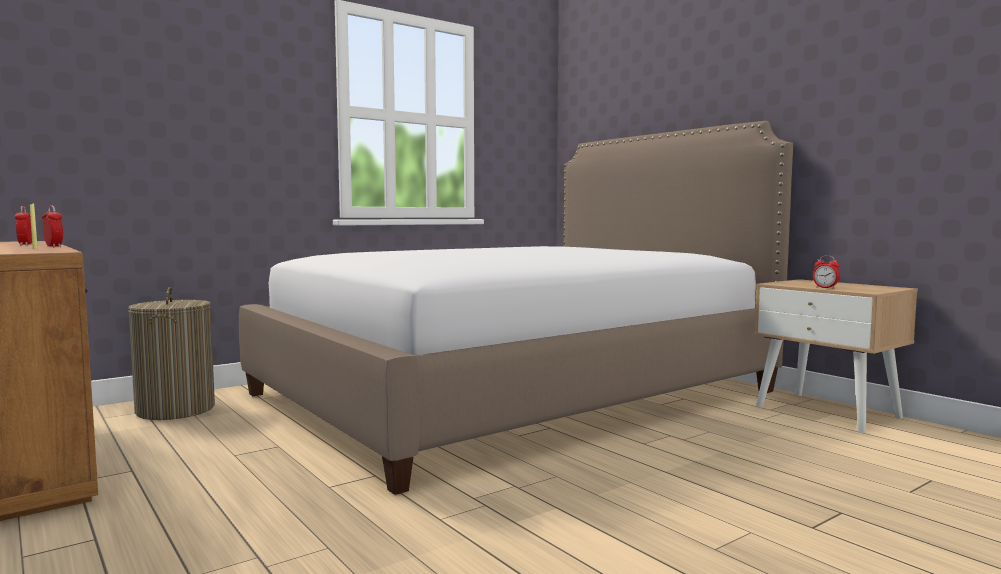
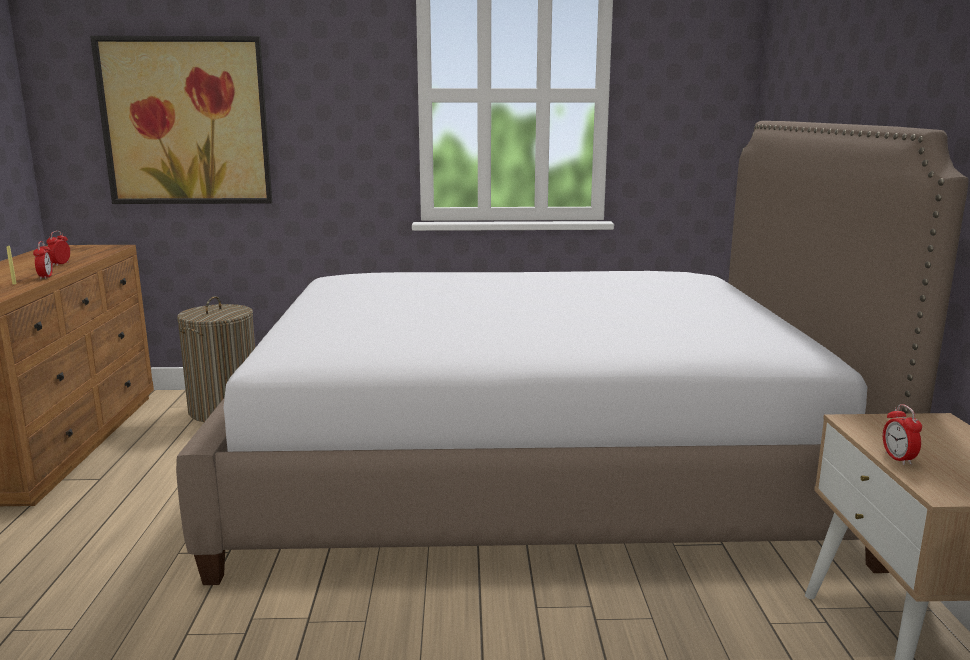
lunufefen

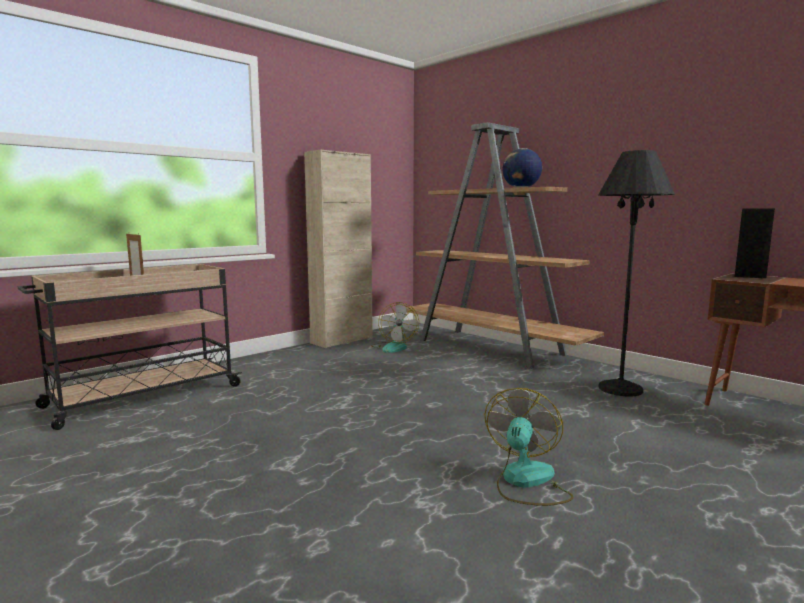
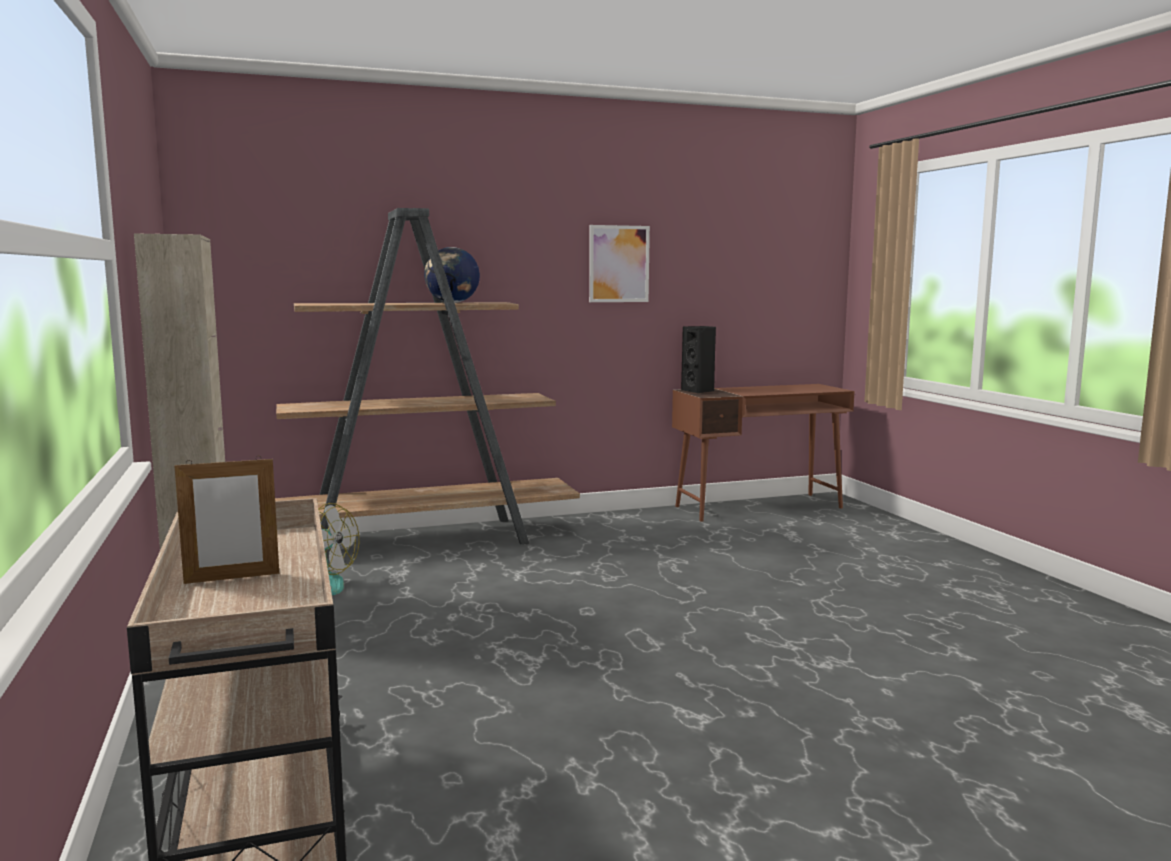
lunufefen; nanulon (2nd from left in the first image); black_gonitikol

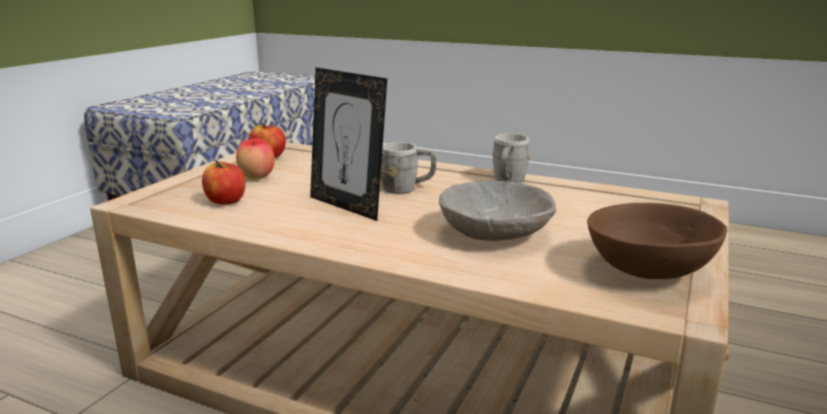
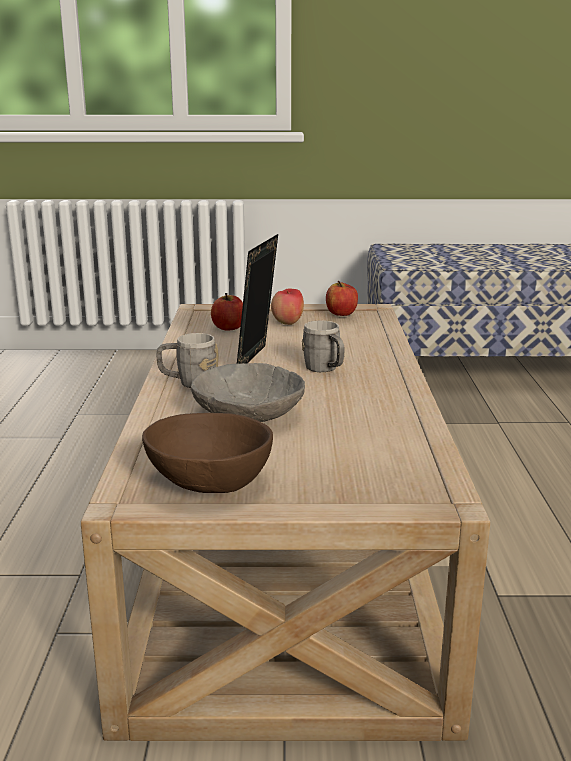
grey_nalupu (1st from left)

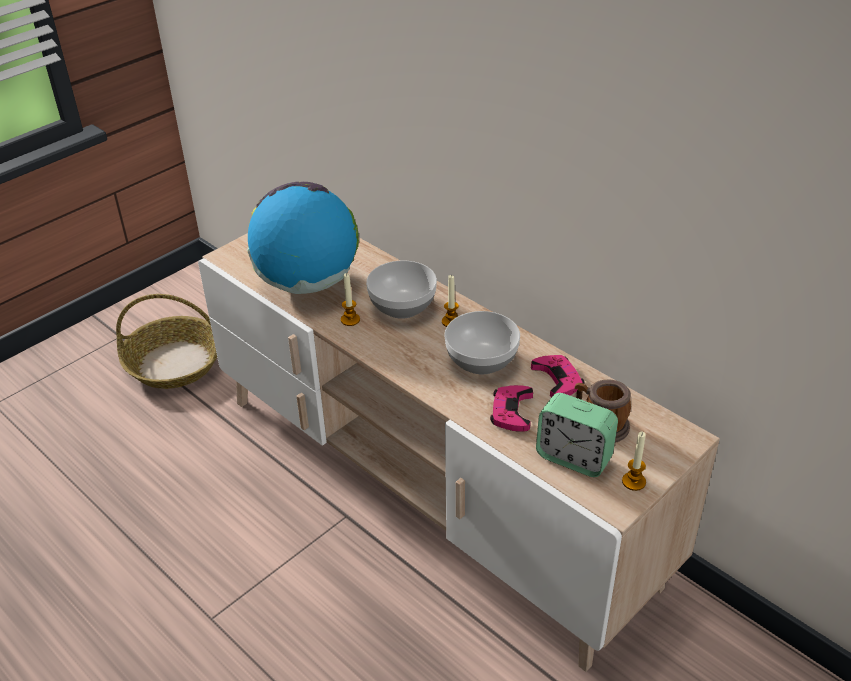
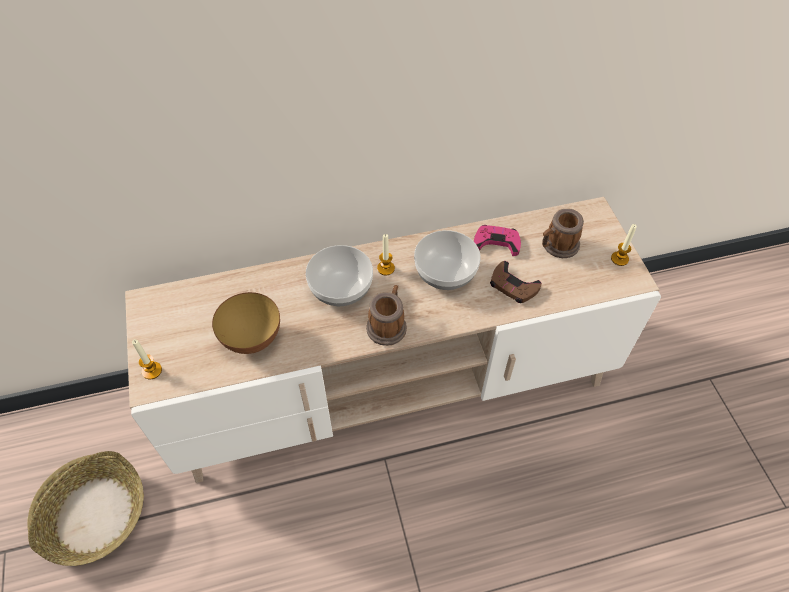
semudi (1st from left); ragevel (1st from left); nalupu (1st from left); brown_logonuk; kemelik

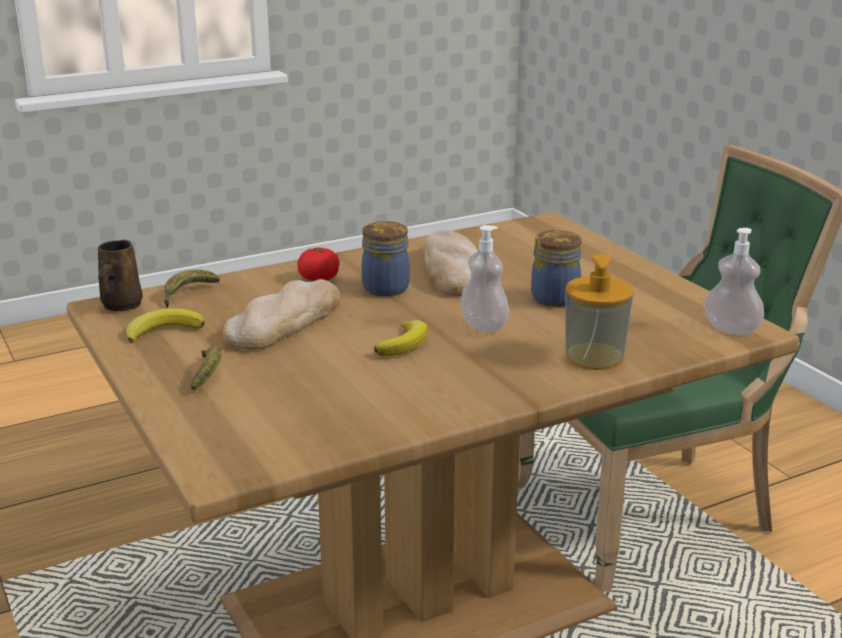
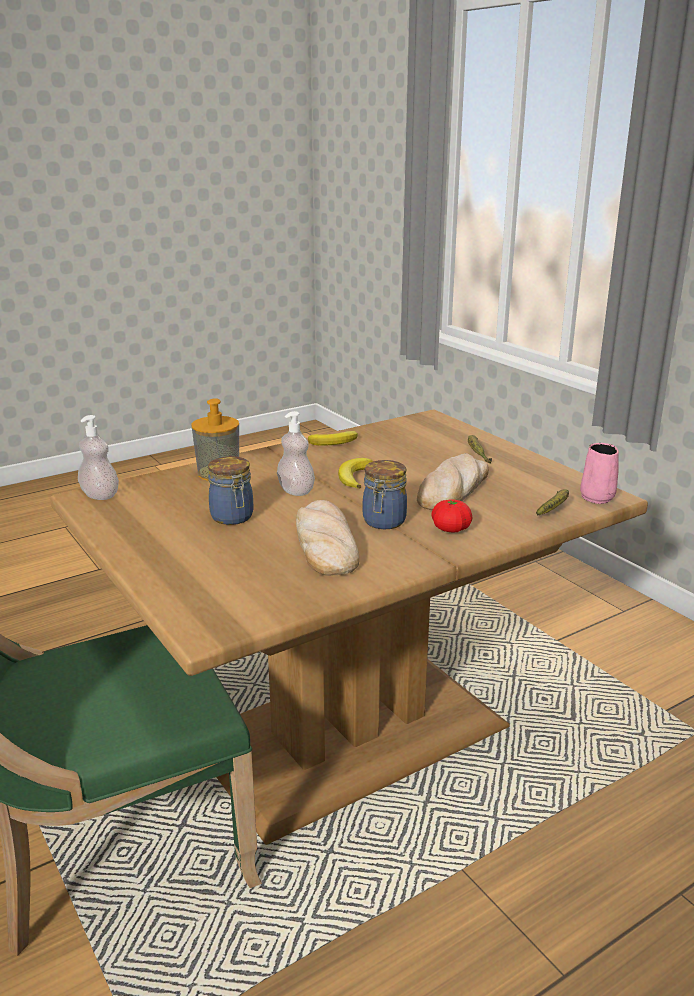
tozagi (1st from left); pink_nalupu

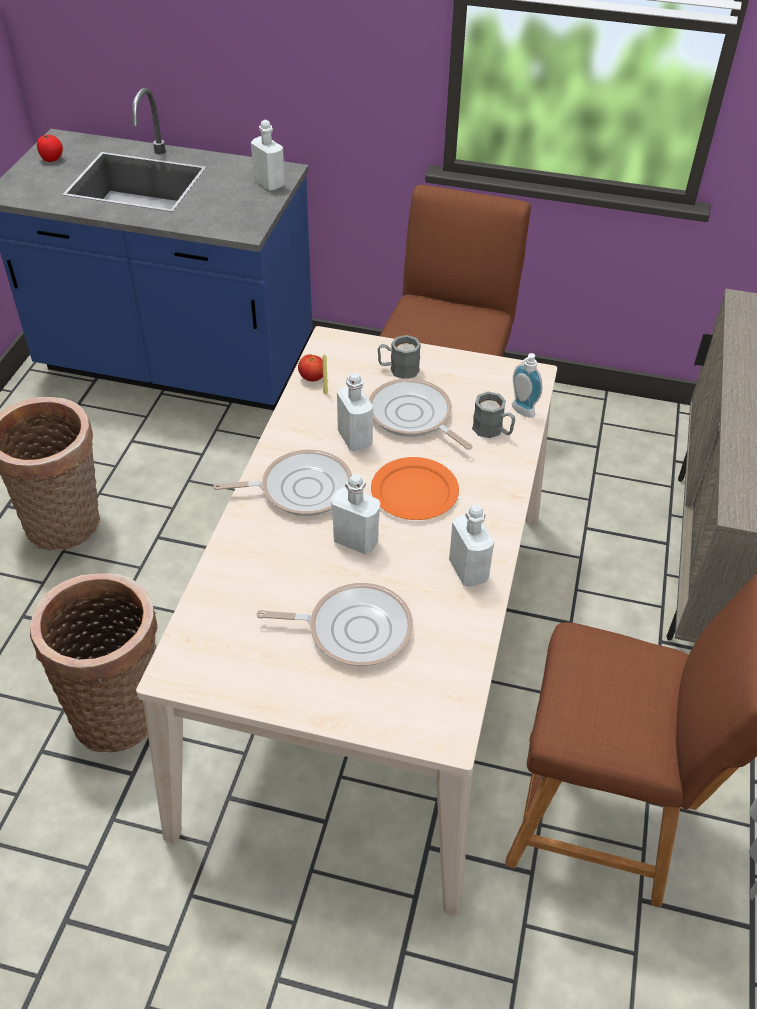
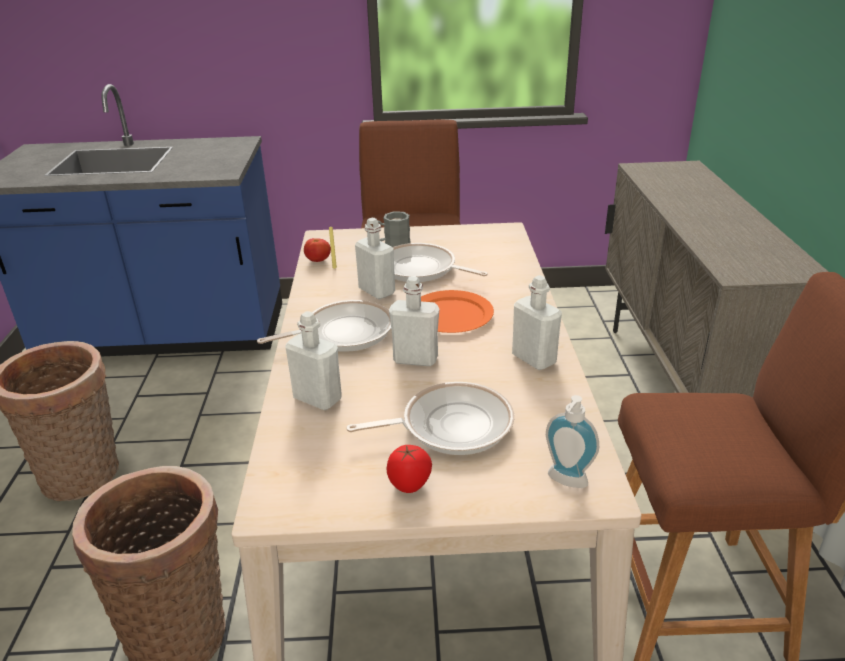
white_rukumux (1st from left); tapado (2nd from left); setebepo; grey_nalupu (2nd from left in the first image)

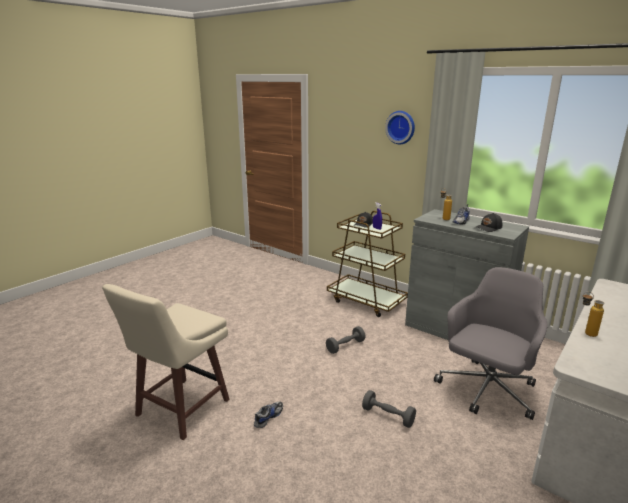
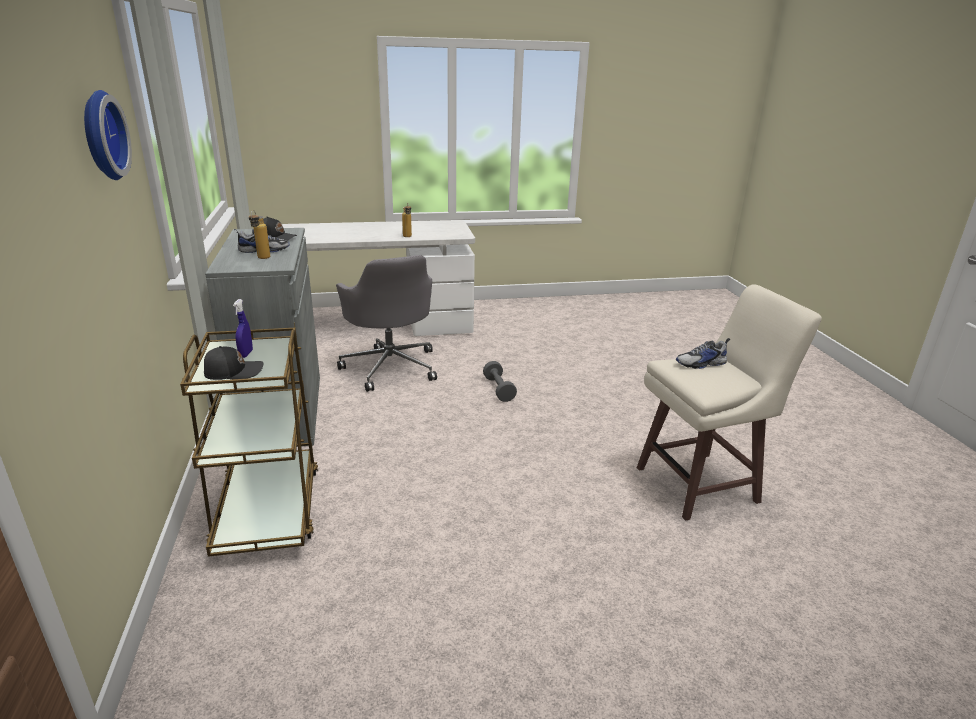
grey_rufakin; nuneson (2nd from left); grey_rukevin (1st from left in the first image)

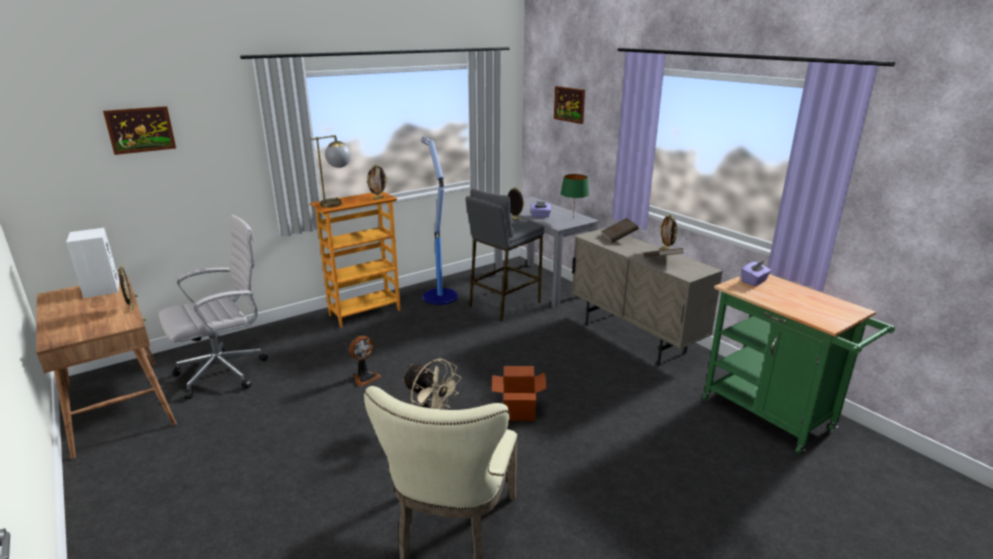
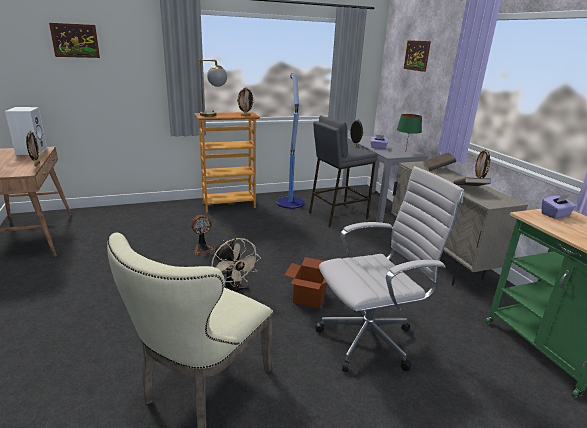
white_rufakin

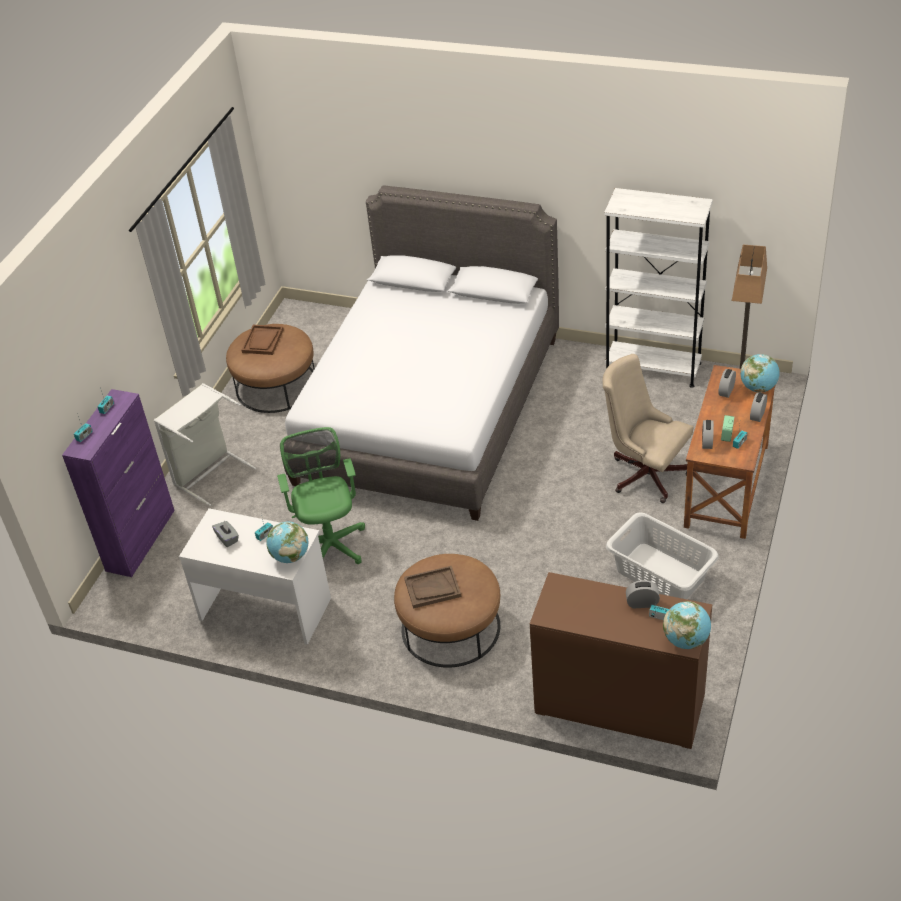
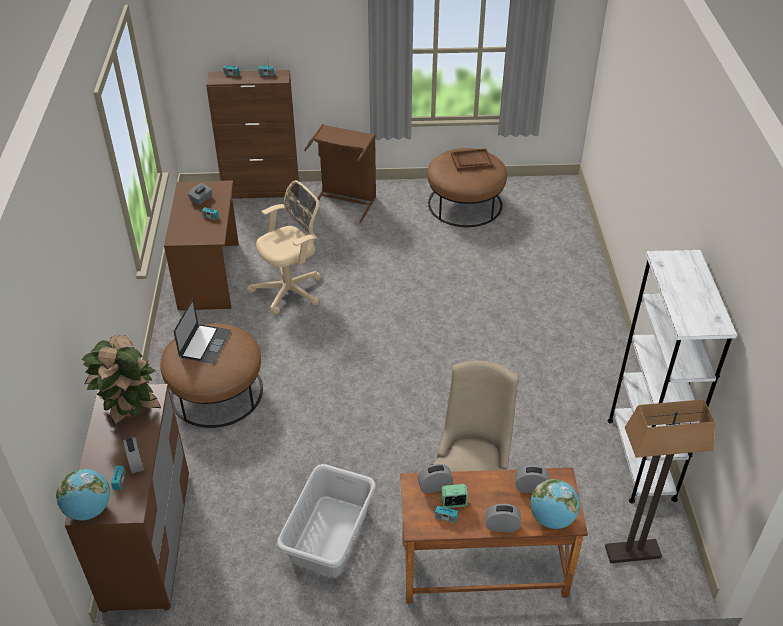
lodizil; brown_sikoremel (1st from left); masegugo; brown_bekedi; beige_rufakin (1st from left); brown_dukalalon; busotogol (1st from left in the first image); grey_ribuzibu

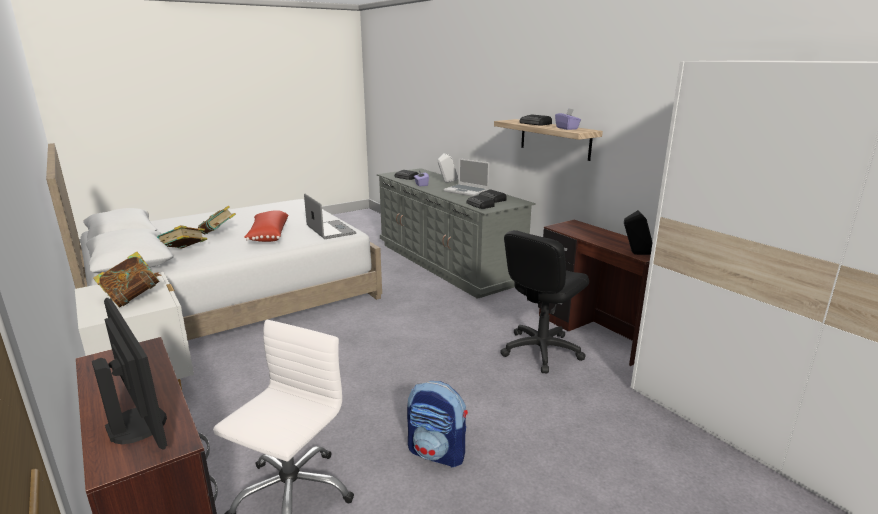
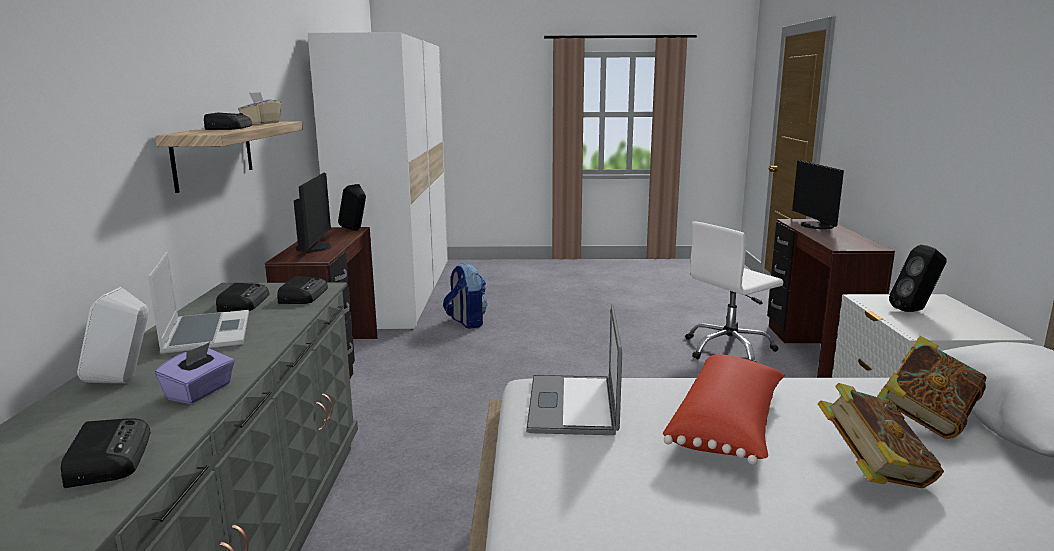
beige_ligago; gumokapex (1st from left); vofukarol; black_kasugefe (2nd from left); black_rufakin

